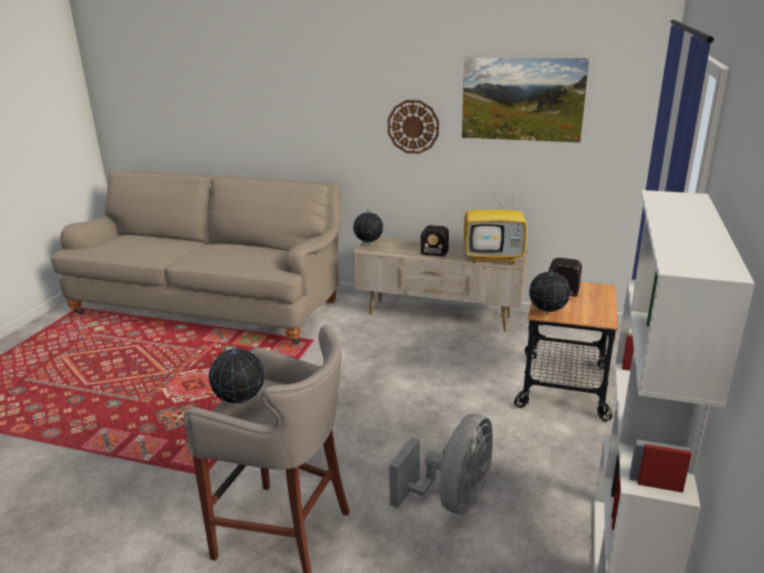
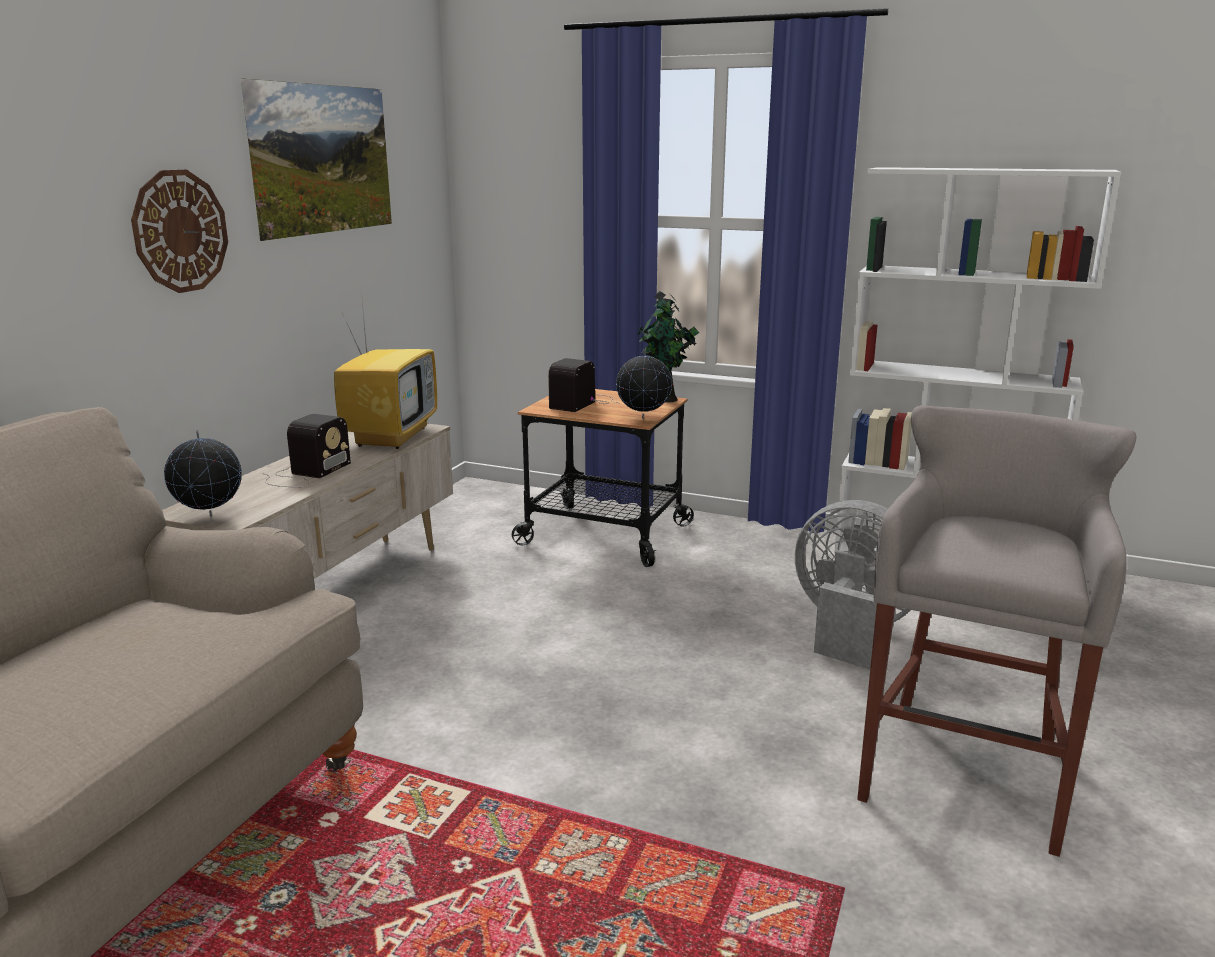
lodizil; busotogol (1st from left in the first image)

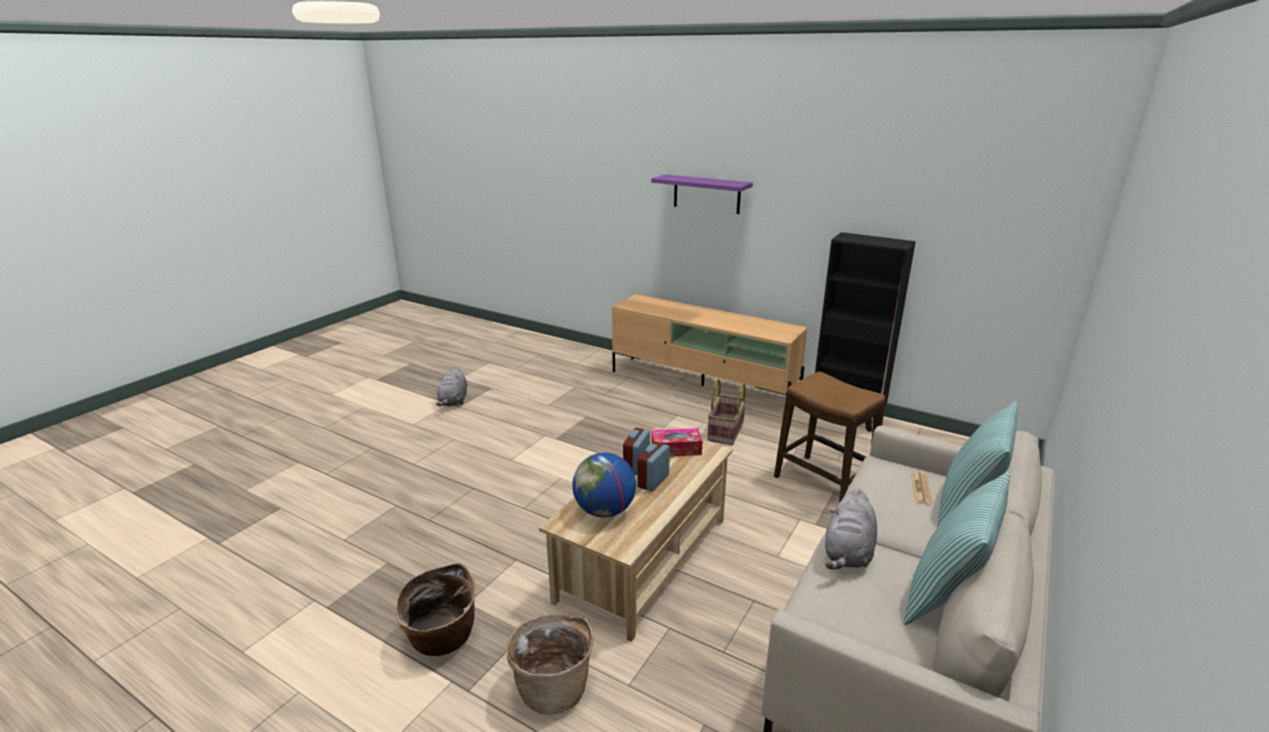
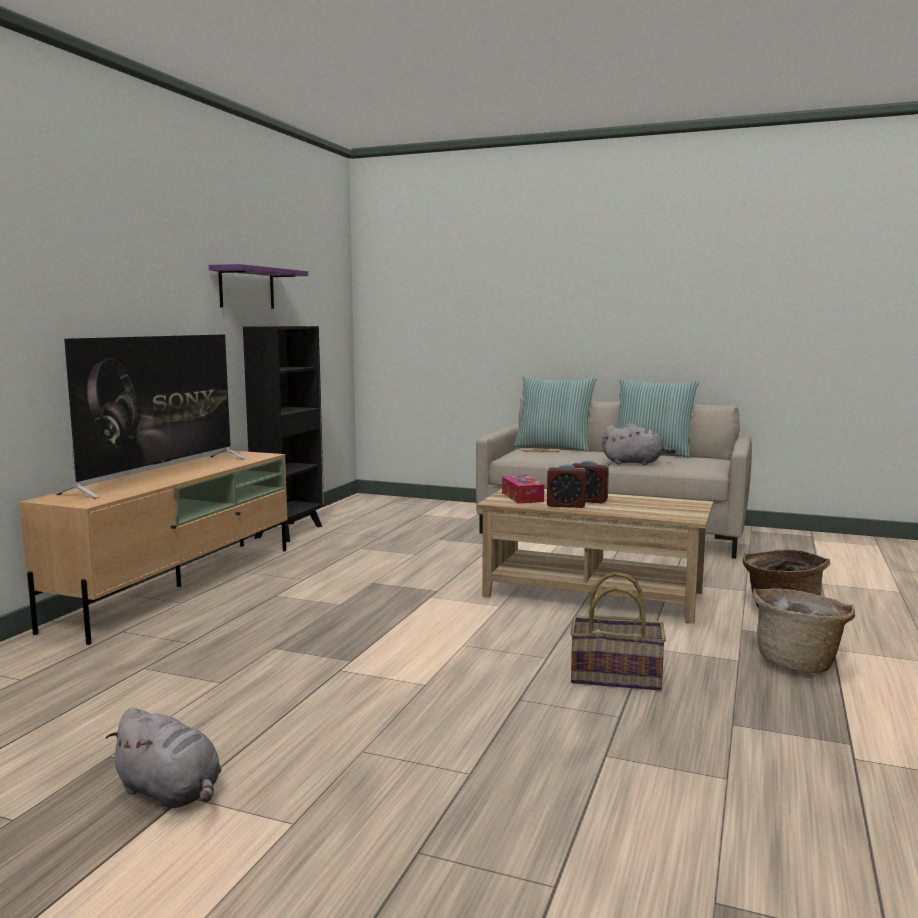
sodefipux; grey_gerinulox (1st from left); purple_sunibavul; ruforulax (1st from left); busotogol; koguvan

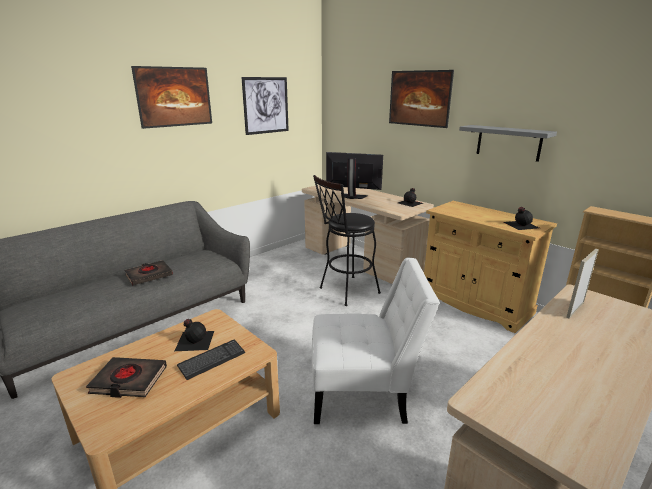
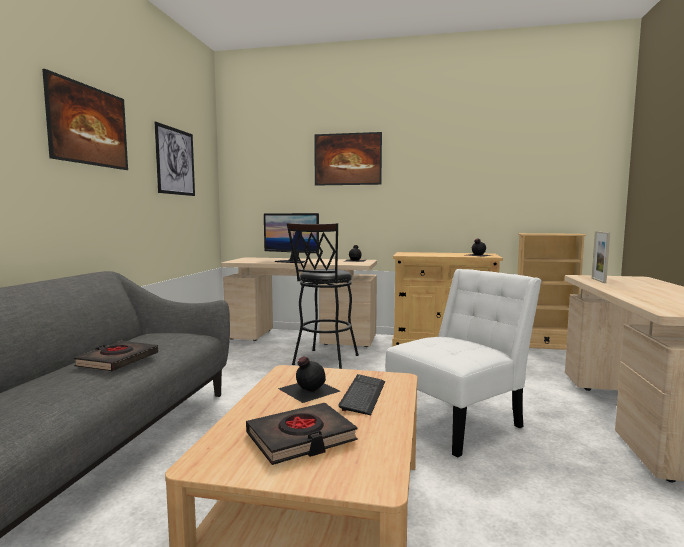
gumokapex; grey_sunibavul

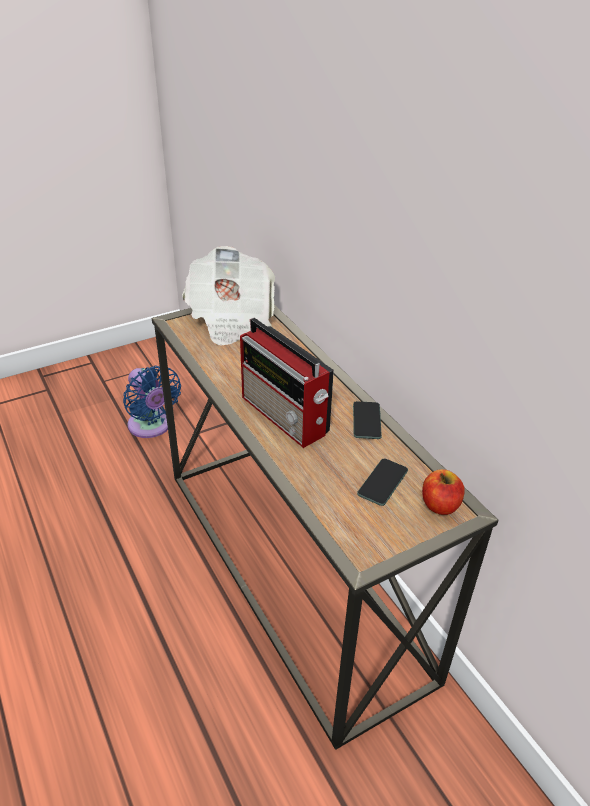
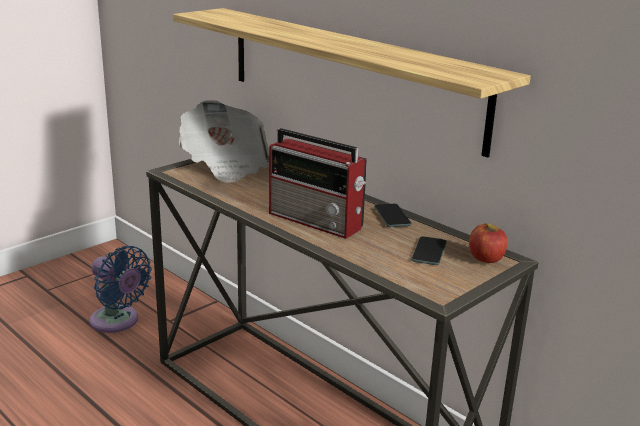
sunibavul

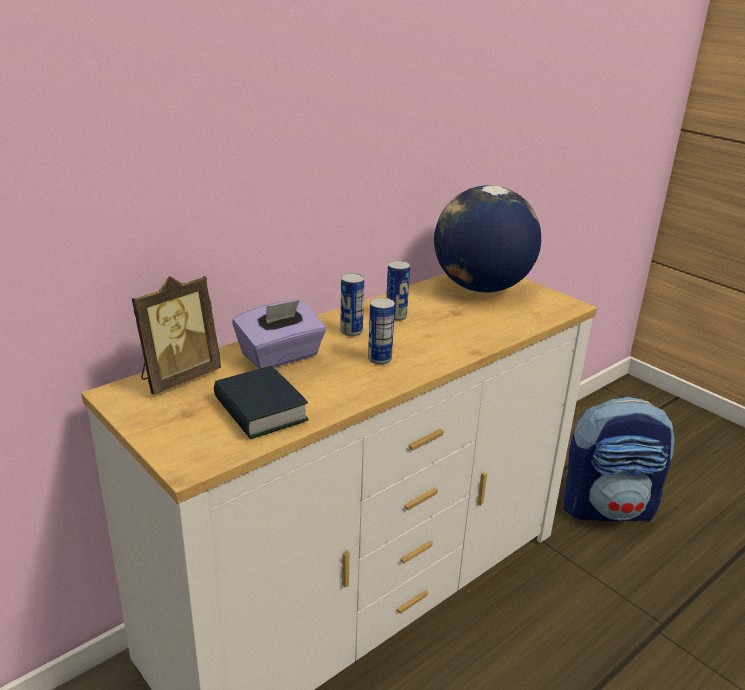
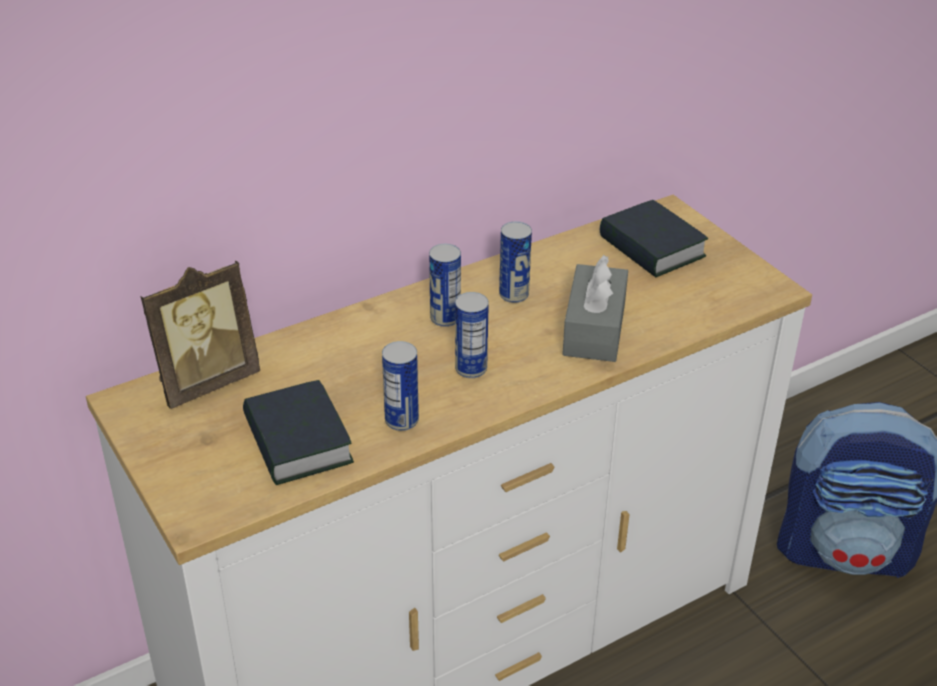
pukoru (1st from left); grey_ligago; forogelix (2nd from left); purple_ligago

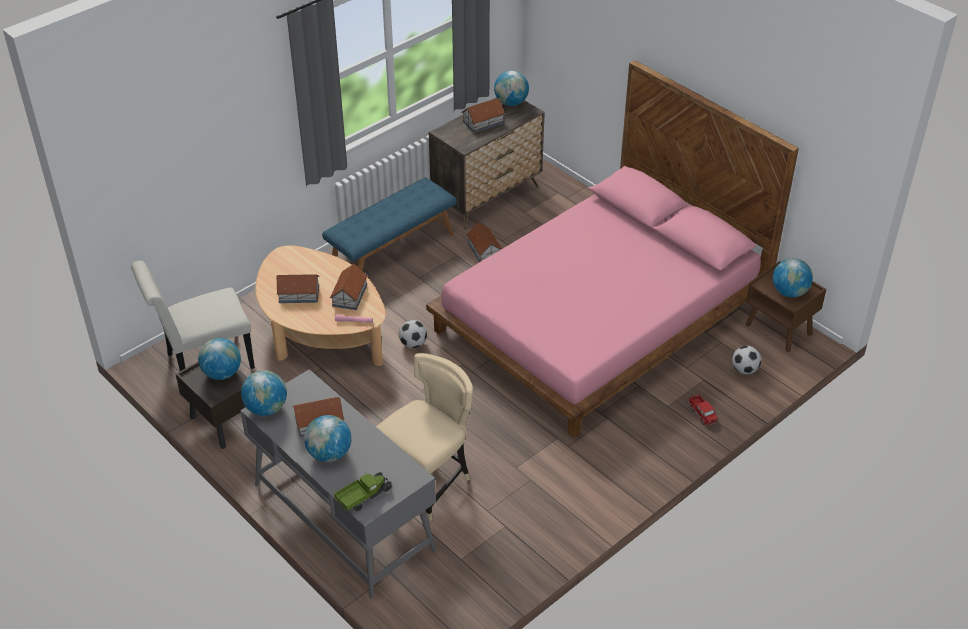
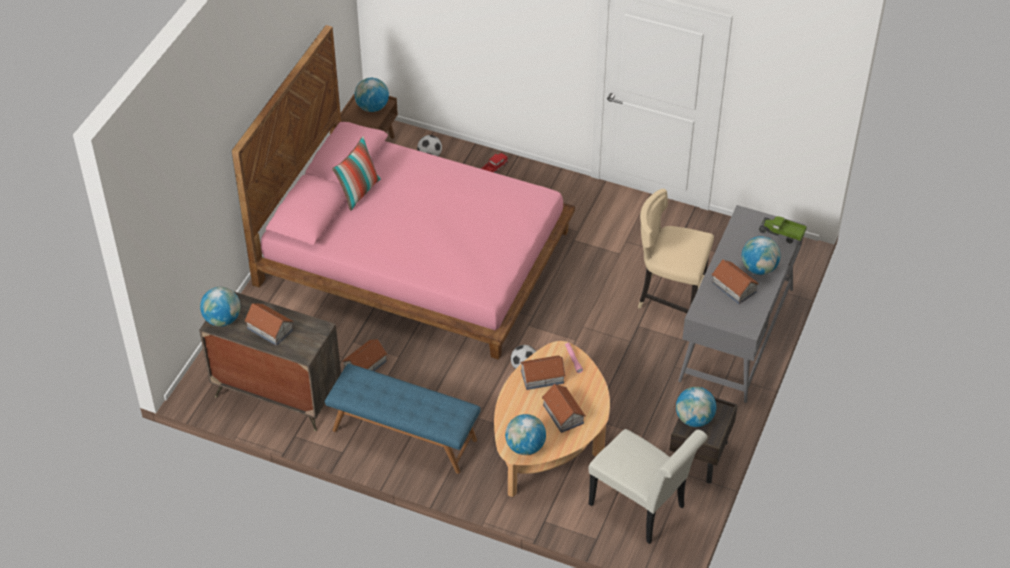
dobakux; busotogol (3rd from left)

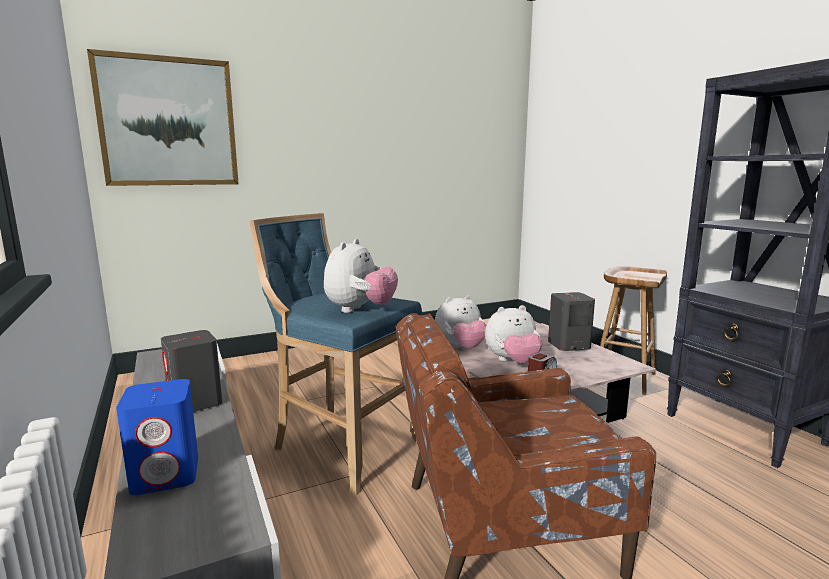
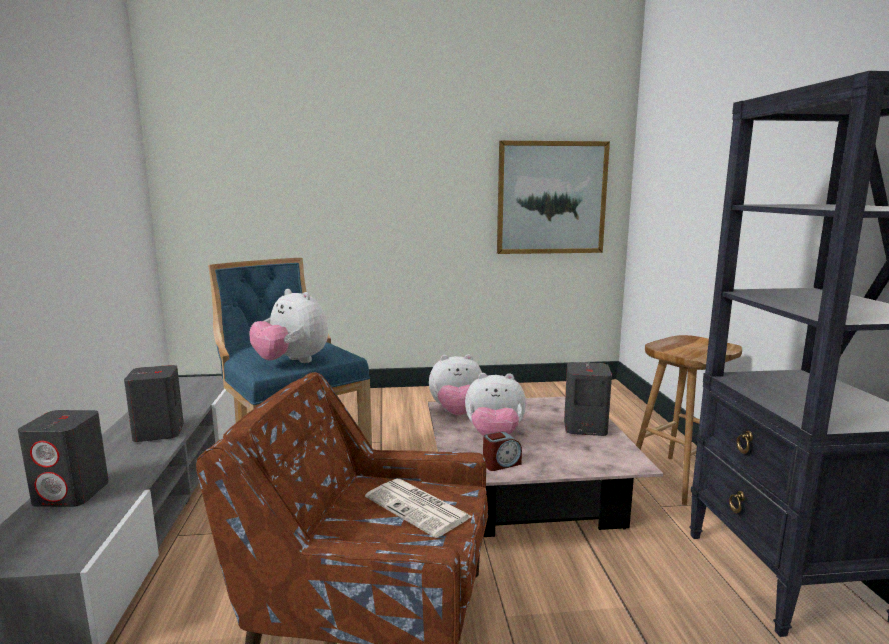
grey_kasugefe (1st from left); gerinulox (1st from left); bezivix; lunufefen

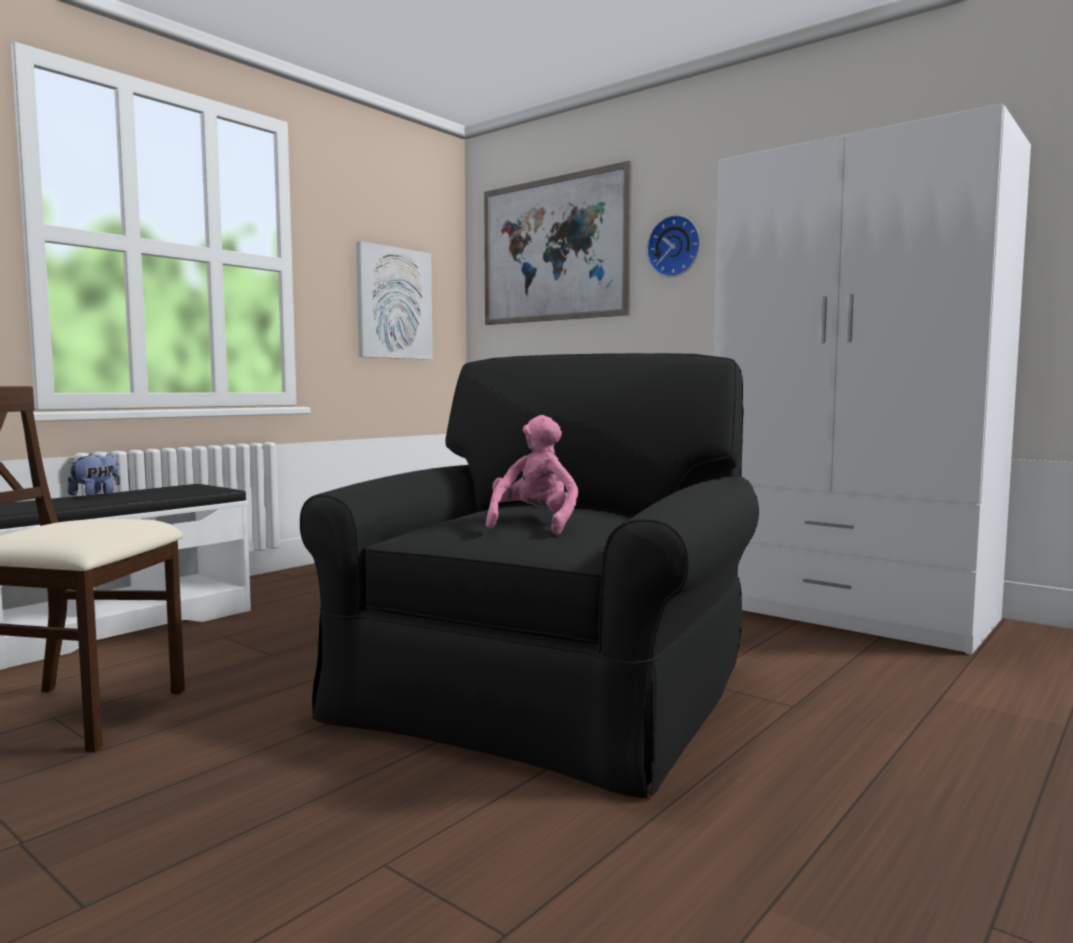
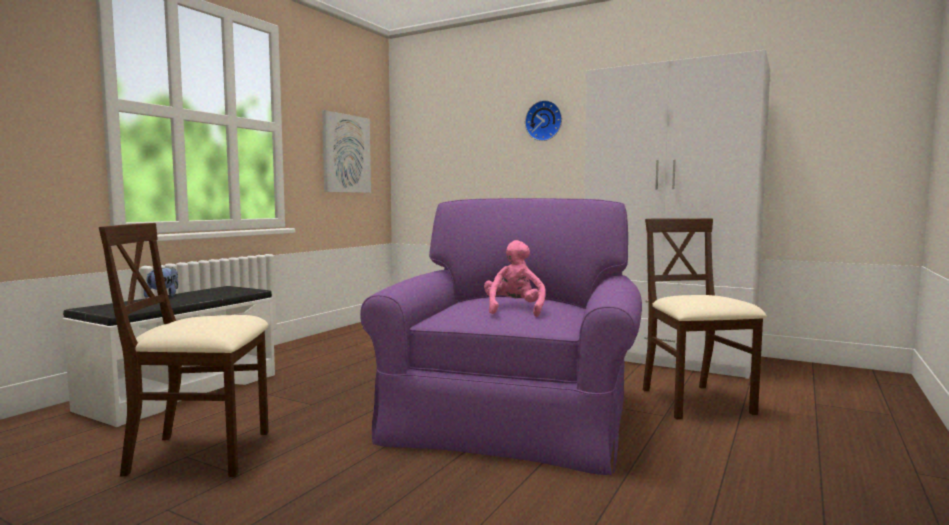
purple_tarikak; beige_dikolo (2nd from left); lunufefen (2nd from left in the first image)

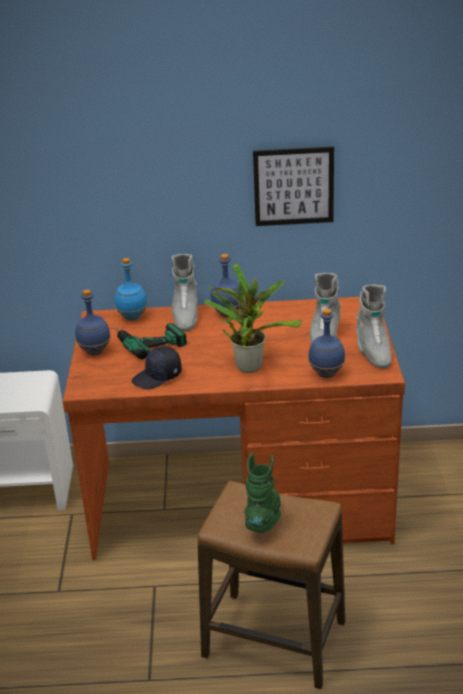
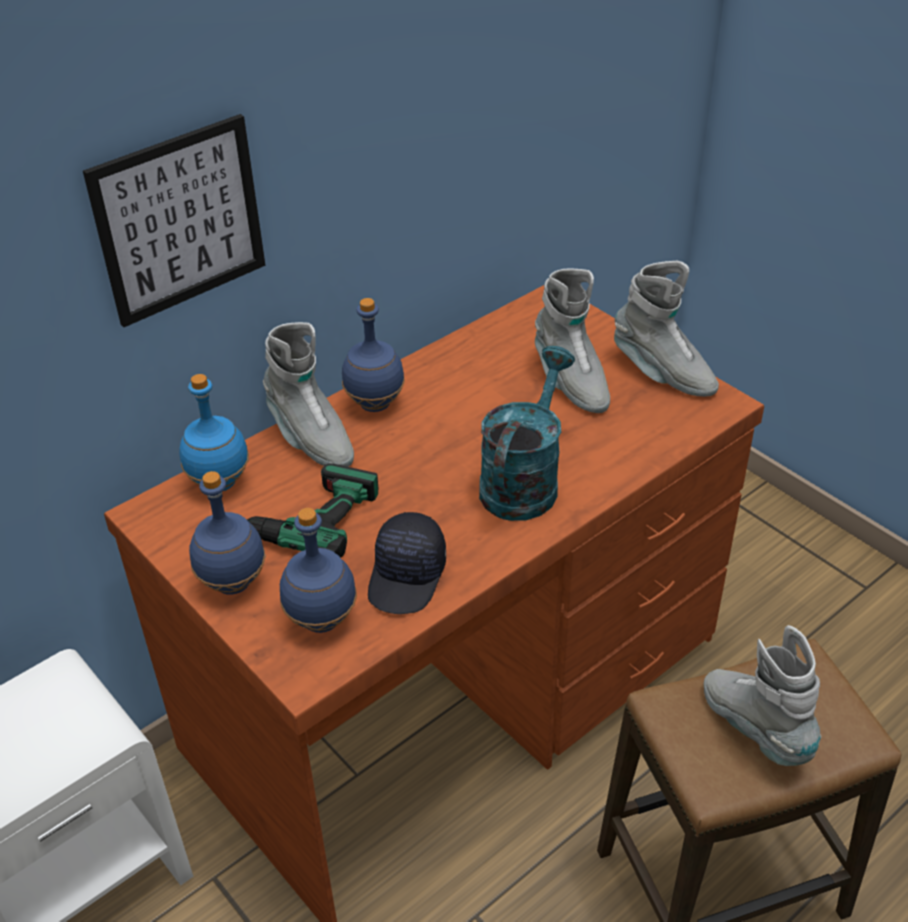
lunufefen; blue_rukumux (3rd from left); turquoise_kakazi; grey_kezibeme (4th from left)

